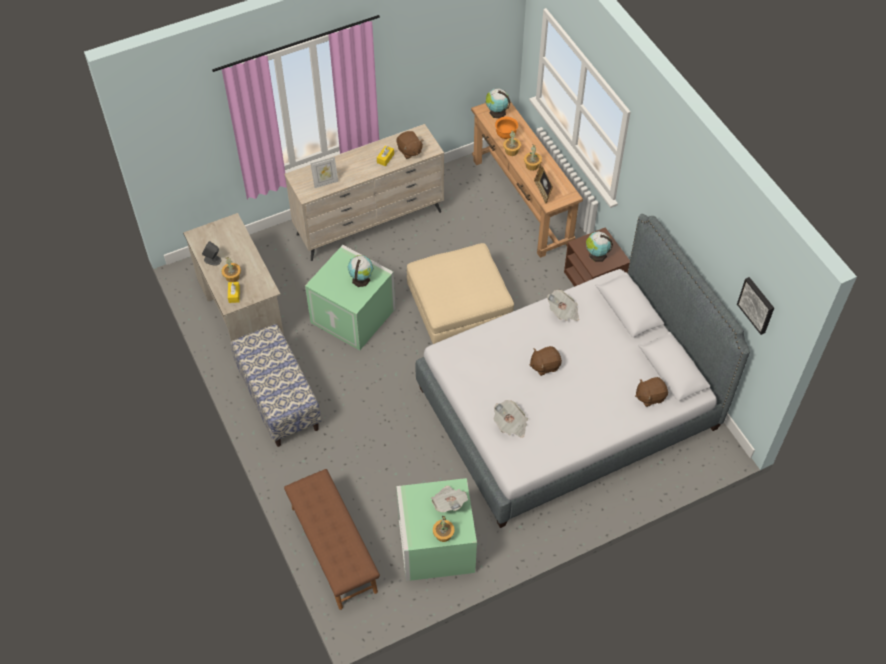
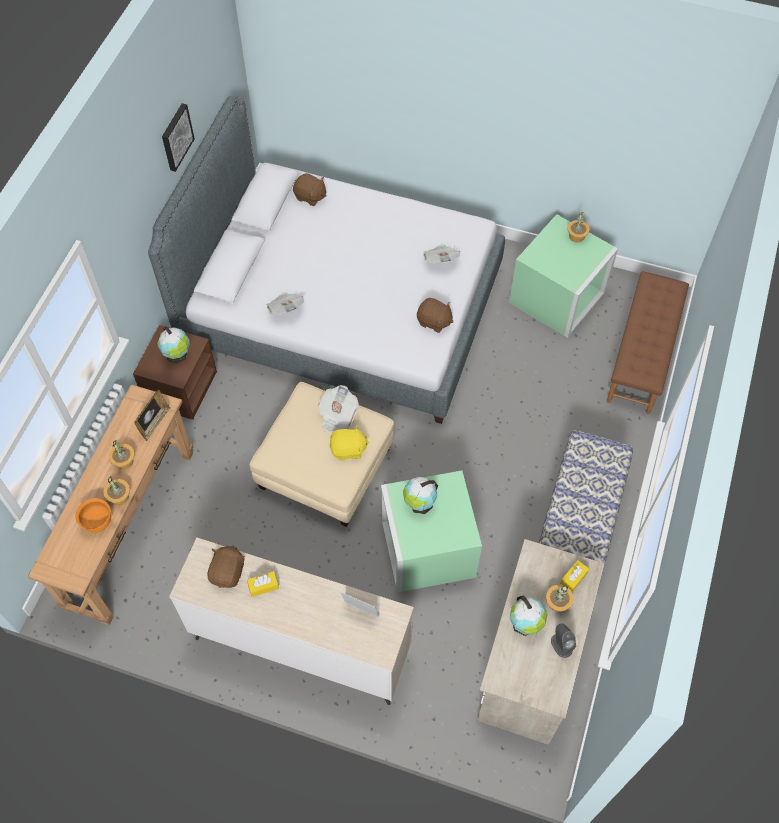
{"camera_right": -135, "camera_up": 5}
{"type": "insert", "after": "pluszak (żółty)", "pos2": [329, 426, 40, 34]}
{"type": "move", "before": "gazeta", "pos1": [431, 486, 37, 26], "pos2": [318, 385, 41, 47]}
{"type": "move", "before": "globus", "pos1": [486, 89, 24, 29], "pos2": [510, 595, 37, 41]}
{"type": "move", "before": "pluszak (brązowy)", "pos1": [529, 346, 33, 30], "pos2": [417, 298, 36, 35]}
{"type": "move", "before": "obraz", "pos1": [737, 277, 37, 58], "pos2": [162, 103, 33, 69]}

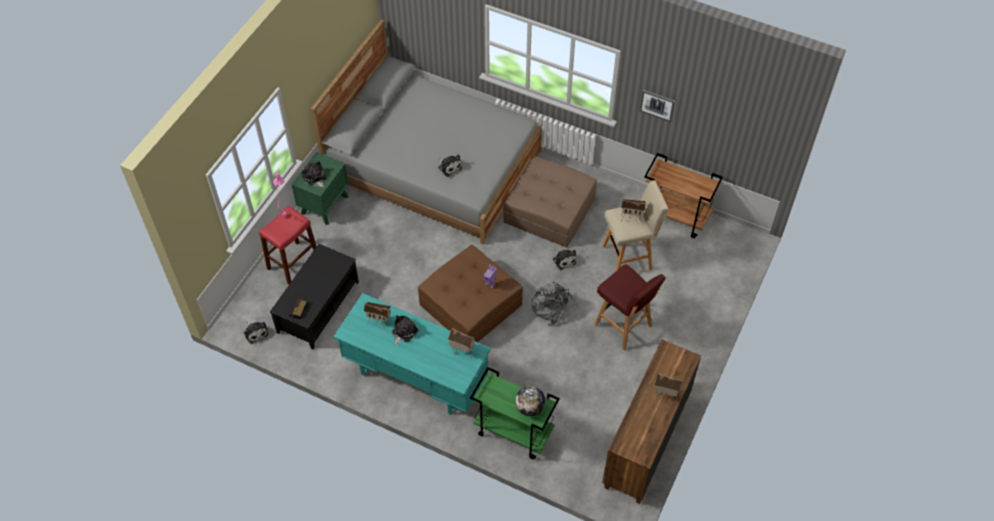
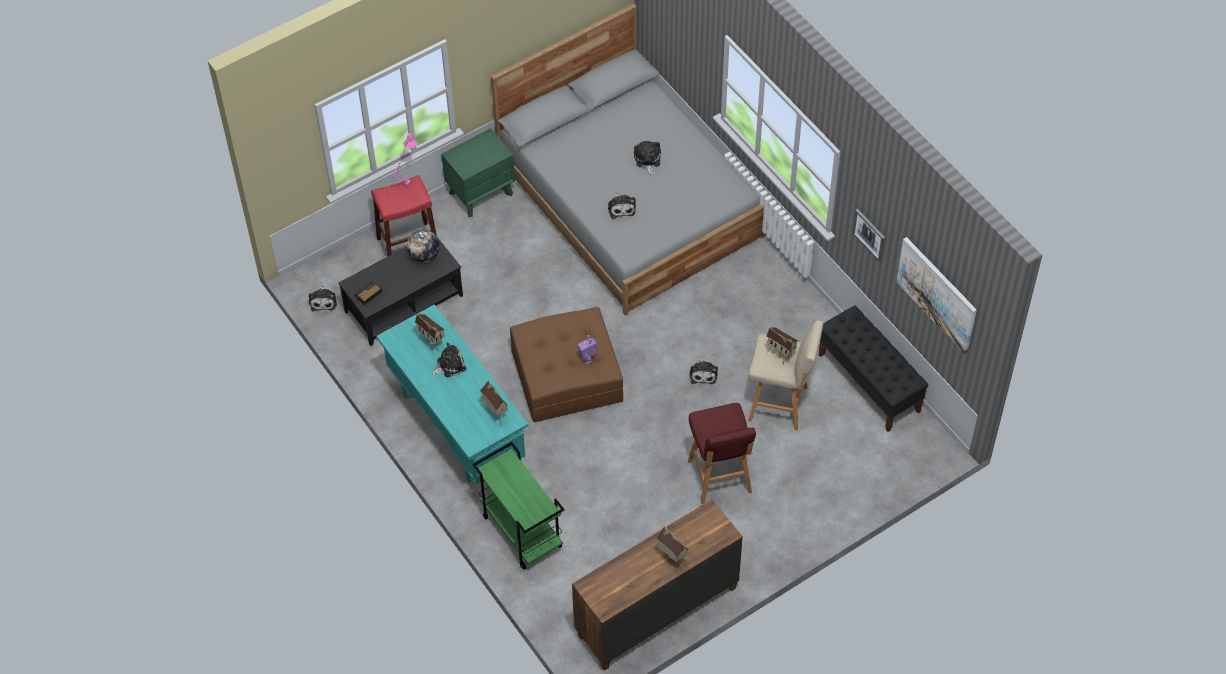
{"camera_right": 30, "camera_up": 0}
{"type": "delete", "before": "pufa (brązowy)", "pos1": [504, 156, 93, 91]}
{"type": "delete", "before": "plecak (szary)", "pos1": [531, 282, 48, 44]}
{"type": "insert", "after": "obraz", "pos2": [896, 237, 81, 117]}
{"type": "move", "before": "pluszak", "pos1": [302, 161, 24, 27], "pos2": [634, 141, 27, 34]}
{"type": "move", "before": "globus", "pos1": [515, 386, 30, 30], "pos2": [407, 230, 33, 33]}
{"type": "replace", "before": "wózek (brązowy)", "after": "ławka (czarny)", "pos1": [644, 153, 79, 85], "pos2": [819, 306, 110, 126]}

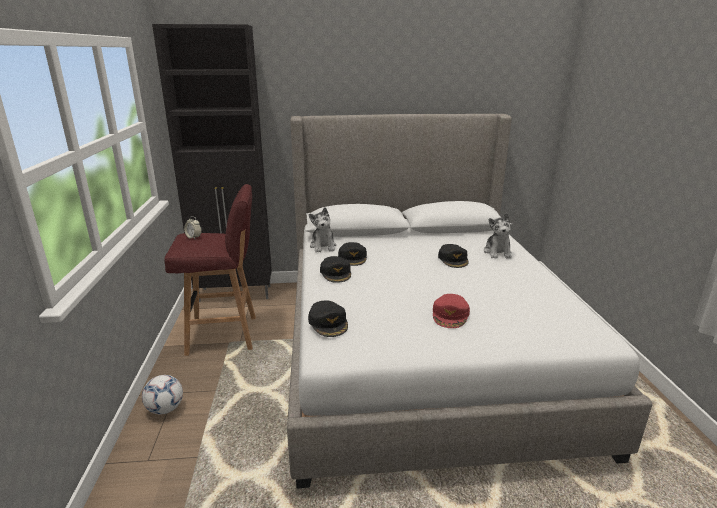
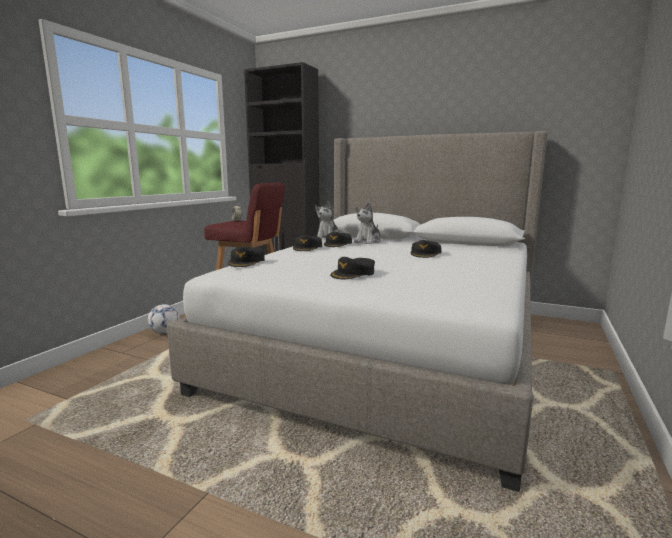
{"camera_right": 30, "camera_up": -10}
{"type": "move", "before": "pluszak", "pos1": [484, 213, 28, 46], "pos2": [354, 203, 27, 41]}
{"type": "recolor", "before": "czapka z daszkiem (czerwony)", "after": "czapka z daszkiem (czarny)", "pos1": [433, 294, 37, 34], "pos2": [330, 257, 45, 22]}

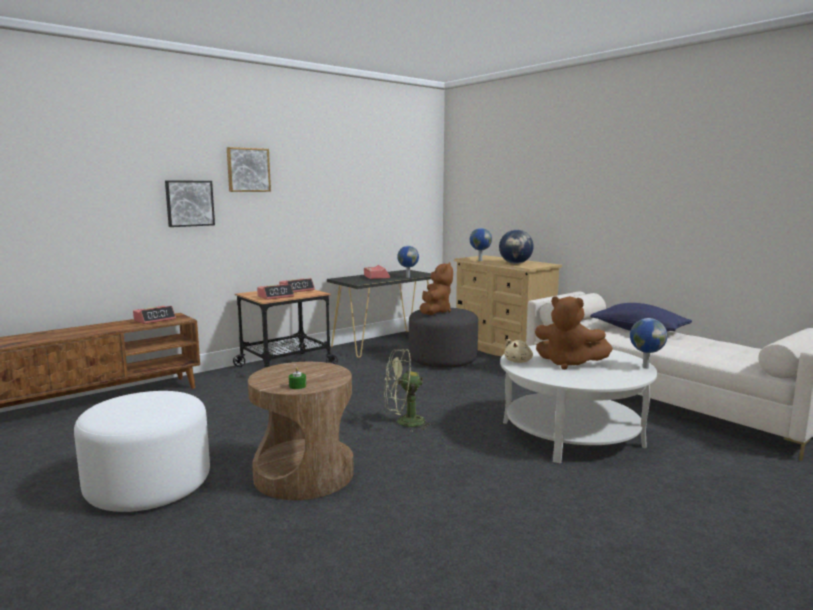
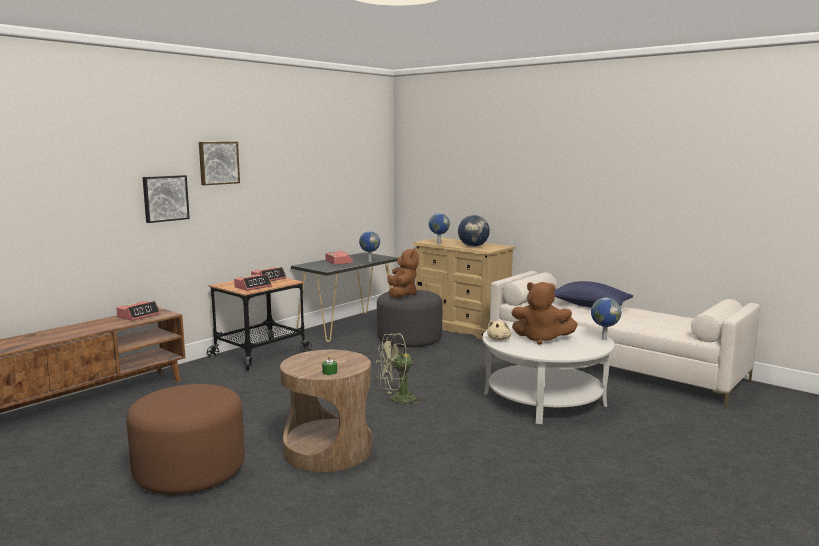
{"camera_right": -10, "camera_up": 0}
{"type": "recolor", "before": "pufa (biały)", "after": "pufa (brązowy)", "pos1": [74, 391, 136, 121], "pos2": [126, 384, 119, 110]}

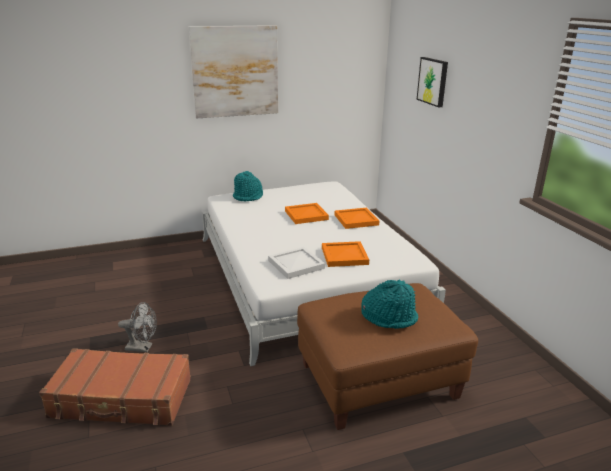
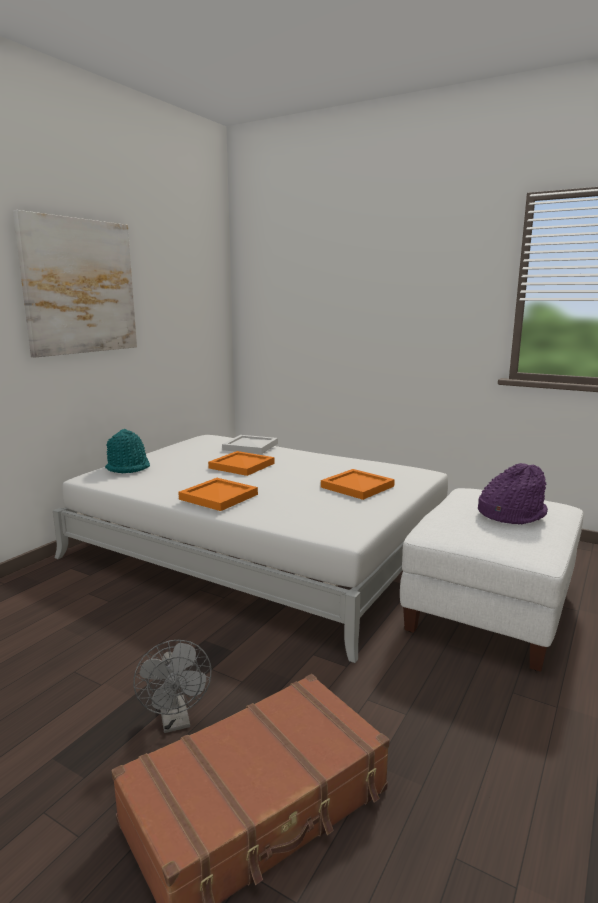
{"camera_right": -40, "camera_up": -10}
{"type": "delete", "before": "obraz", "pos1": [416, 57, 32, 51]}
{"type": "move", "before": "taca (biały)", "pos1": [268, 247, 57, 32], "pos2": [222, 435, 56, 19]}
{"type": "move", "before": "taca (pomarańczowy)", "pos1": [335, 208, 44, 21], "pos2": [178, 478, 80, 33]}
{"type": "recolor", "before": "pufa (brązowy)", "after": "pufa (biały)", "pos1": [297, 283, 181, 147], "pos2": [400, 488, 184, 184]}
{"type": "recolor", "before": "kapelusz (turkusowy)", "after": "kapelusz (fioletowy)", "pos1": [361, 280, 57, 49], "pos2": [478, 463, 70, 62]}
{"type": "rotate", "before": "wentylator (szary)", "pos1": [118, 302, 39, 50], "pos2": [133, 640, 79, 93], "turn": 105}

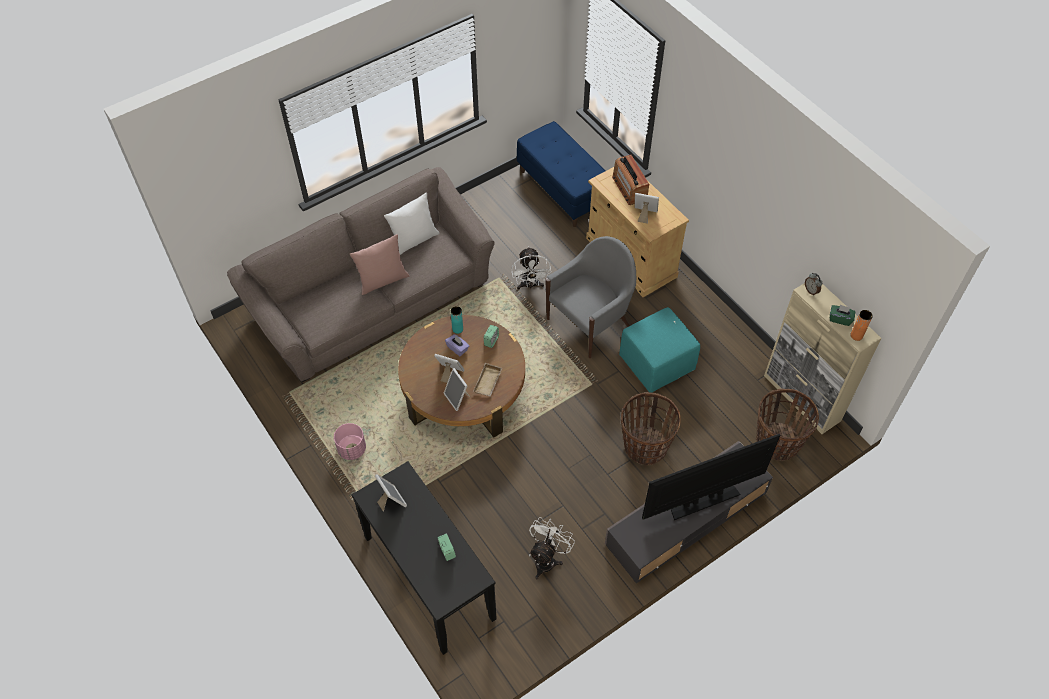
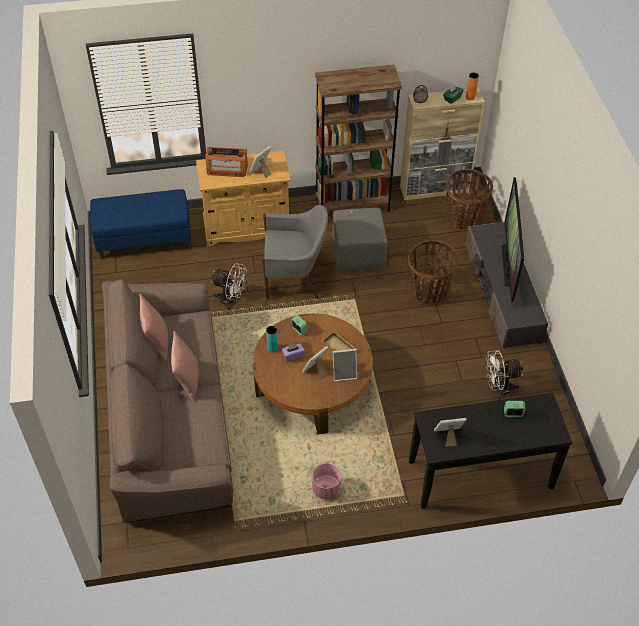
{"camera_right": -65, "camera_up": -5}
{"type": "insert", "after": "regał (brązowy)", "pos2": [315, 65, 87, 147]}
{"type": "recolor", "before": "poduszka (biały)", "after": "poduszka (różowy)", "pos1": [384, 193, 56, 62], "pos2": [139, 294, 29, 66]}
{"type": "recolor", "before": "pufa (turkusowy)", "after": "pufa (szary)", "pos1": [619, 307, 81, 86], "pos2": [333, 208, 54, 63]}
{"type": "rotate", "before": "wentylator (biały)", "pos1": [529, 517, 46, 62], "pos2": [485, 350, 38, 50], "turn": -60}
{"type": "rotate", "before": "fotel (szary)", "pos1": [545, 236, 91, 122], "pos2": [262, 205, 66, 94], "turn": 105}

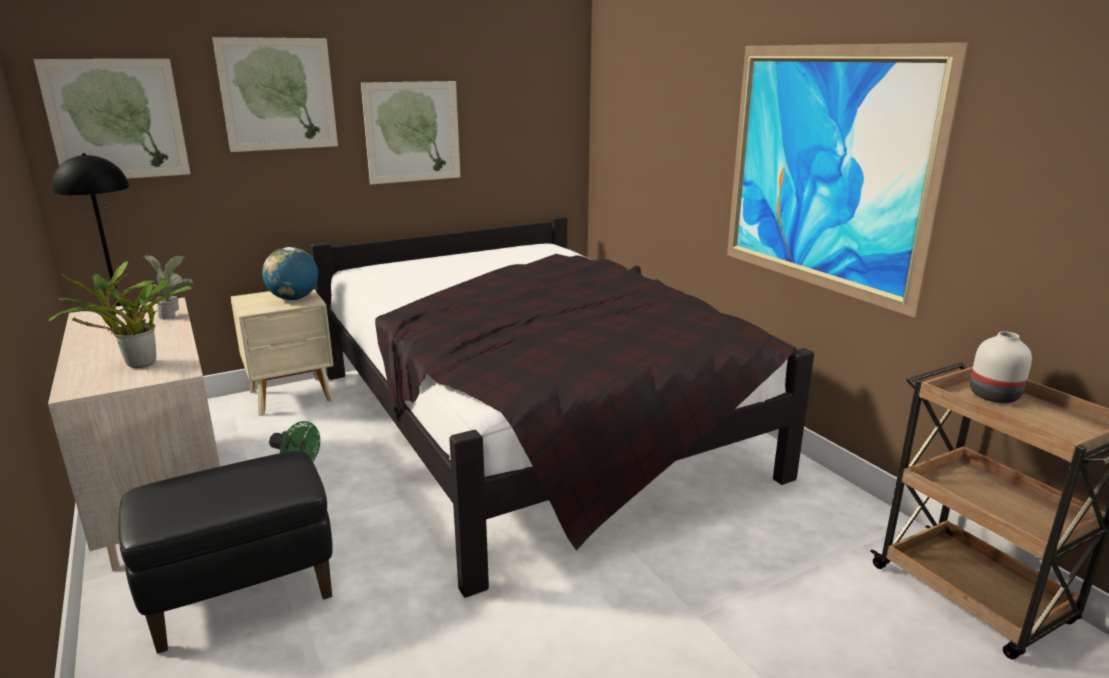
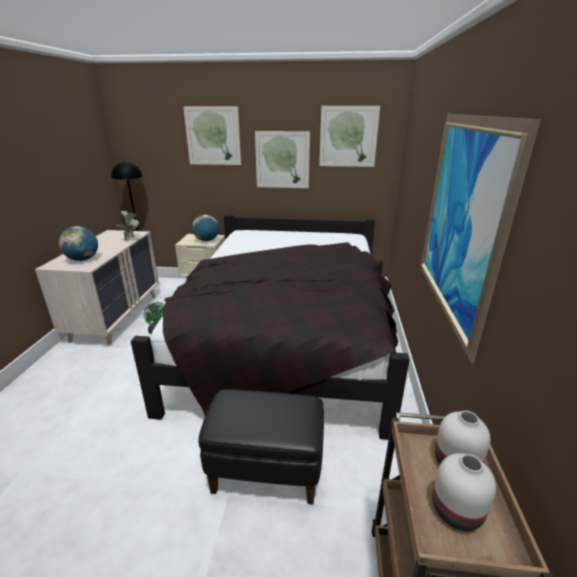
{"camera_right": 35, "camera_up": 5}
{"type": "insert", "after": "wazon (biały)", "pos2": [432, 453, 64, 78]}
{"type": "move", "before": "obraz", "pos1": [34, 59, 156, 120], "pos2": [319, 106, 61, 61]}
{"type": "move", "before": "pufa (czarny)", "pos1": [118, 451, 215, 203], "pos2": [198, 389, 126, 116]}
{"type": "replace", "before": "roślina doniczkowa", "after": "globus", "pos1": [48, 261, 143, 107], "pos2": [59, 226, 39, 35]}

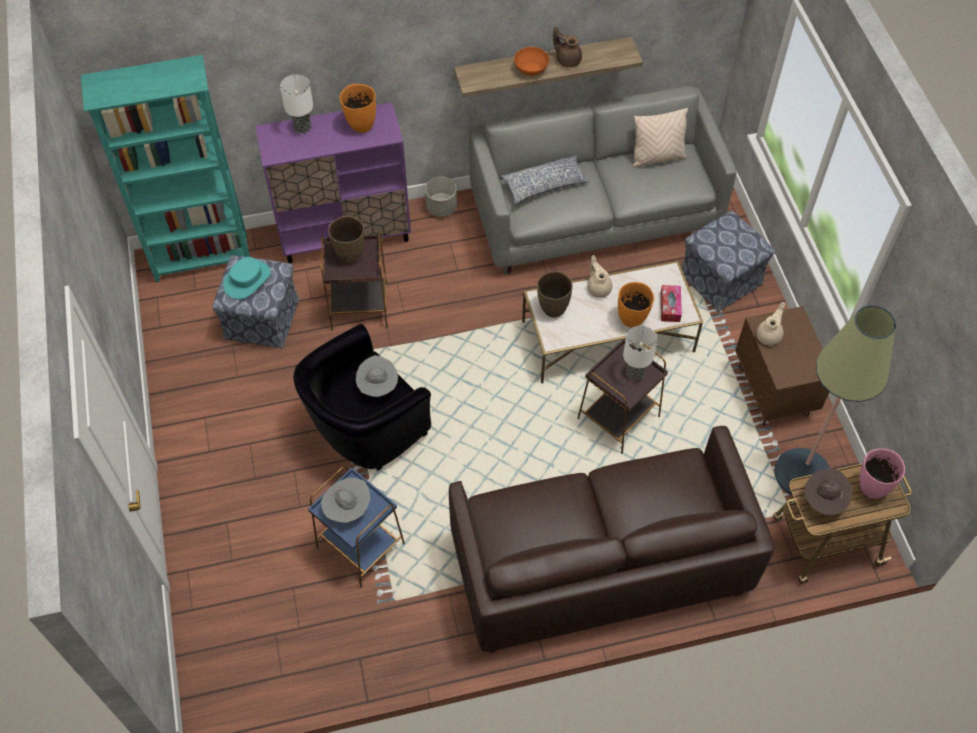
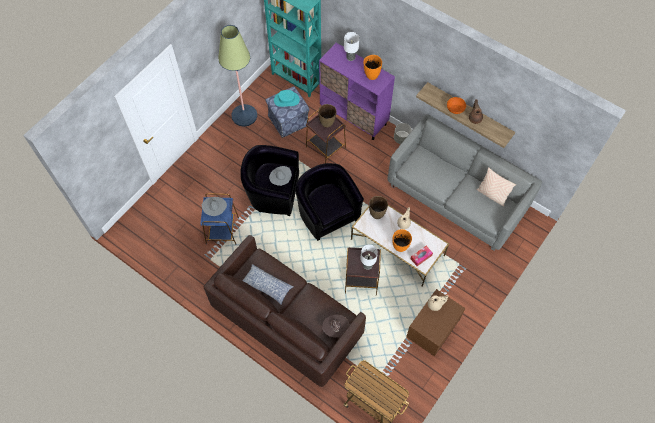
{"camera_right": 50, "camera_up": 5}
{"type": "delete", "before": "pufa", "pos1": [681, 211, 94, 101]}
{"type": "delete", "before": "wazon (różowy)", "pos1": [859, 448, 46, 50]}
{"type": "insert", "after": "fotel (czarny)", "pos2": [295, 163, 69, 78]}
{"type": "move", "before": "poduszka", "pos1": [500, 156, 89, 48], "pos2": [242, 264, 52, 40]}
{"type": "move", "before": "lampa stojąca", "pos1": [775, 305, 121, 191], "pos2": [218, 25, 39, 102]}
{"type": "move", "before": "kapelusz (brązowy)", "pos1": [804, 469, 48, 46], "pos2": [322, 315, 27, 22]}

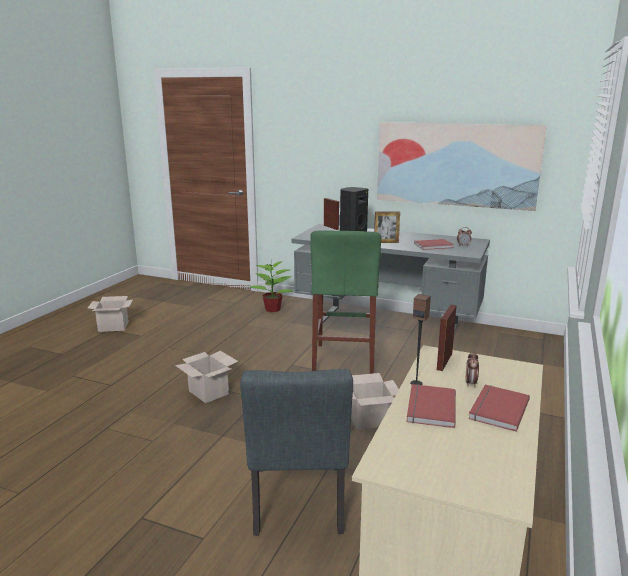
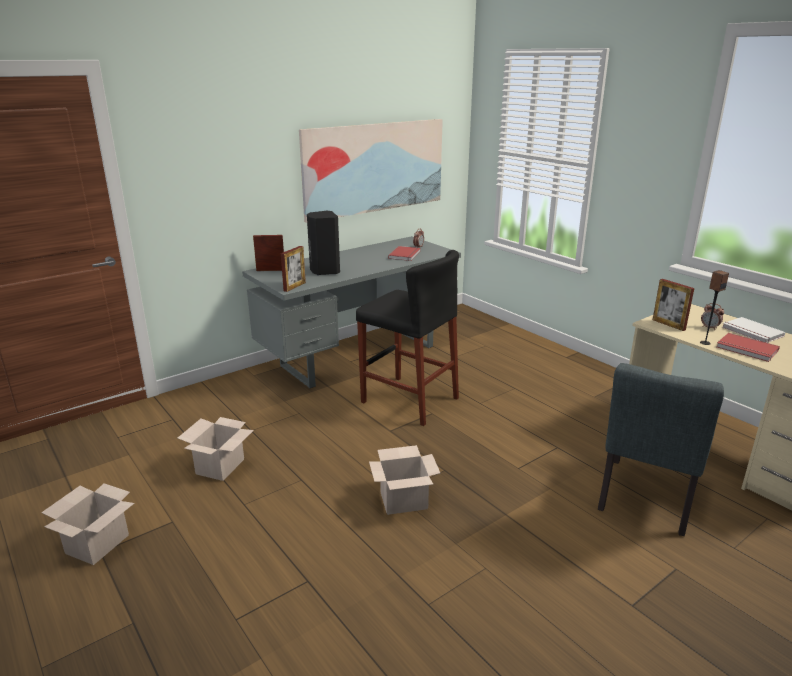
{"camera_right": -60, "camera_up": 5}
{"type": "delete", "before": "roślina doniczkowa", "pos1": [249, 261, 44, 51]}
{"type": "move", "before": "karton", "pos1": [351, 373, 48, 57], "pos2": [178, 417, 76, 64]}
{"type": "move", "before": "ramka na zdjęcie", "pos1": [374, 212, 26, 31], "pos2": [281, 246, 25, 46]}
{"type": "recolor", "before": "stołek (zielony)", "after": "stołek (czarny)", "pos1": [311, 230, 71, 144], "pos2": [356, 250, 103, 176]}
{"type": "recolor", "before": "książka (czerwony)", "after": "książka (biały)", "pos1": [468, 385, 62, 47], "pos2": [722, 317, 63, 26]}
{"type": "rotate", "before": "krzesło (szary)", "pos1": [240, 369, 113, 167], "pos2": [598, 363, 126, 173], "turn": 90}

